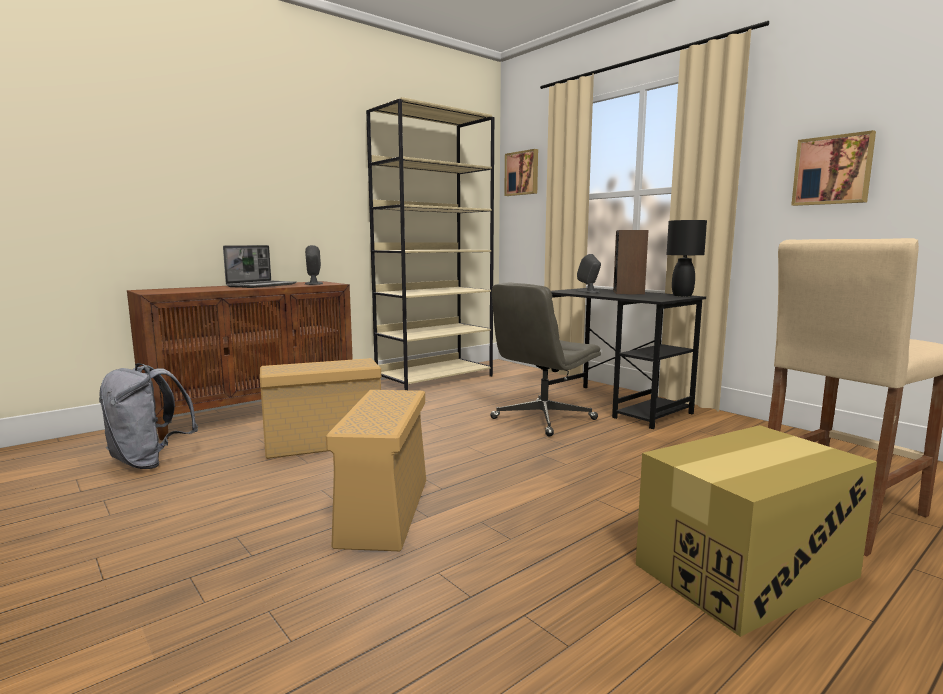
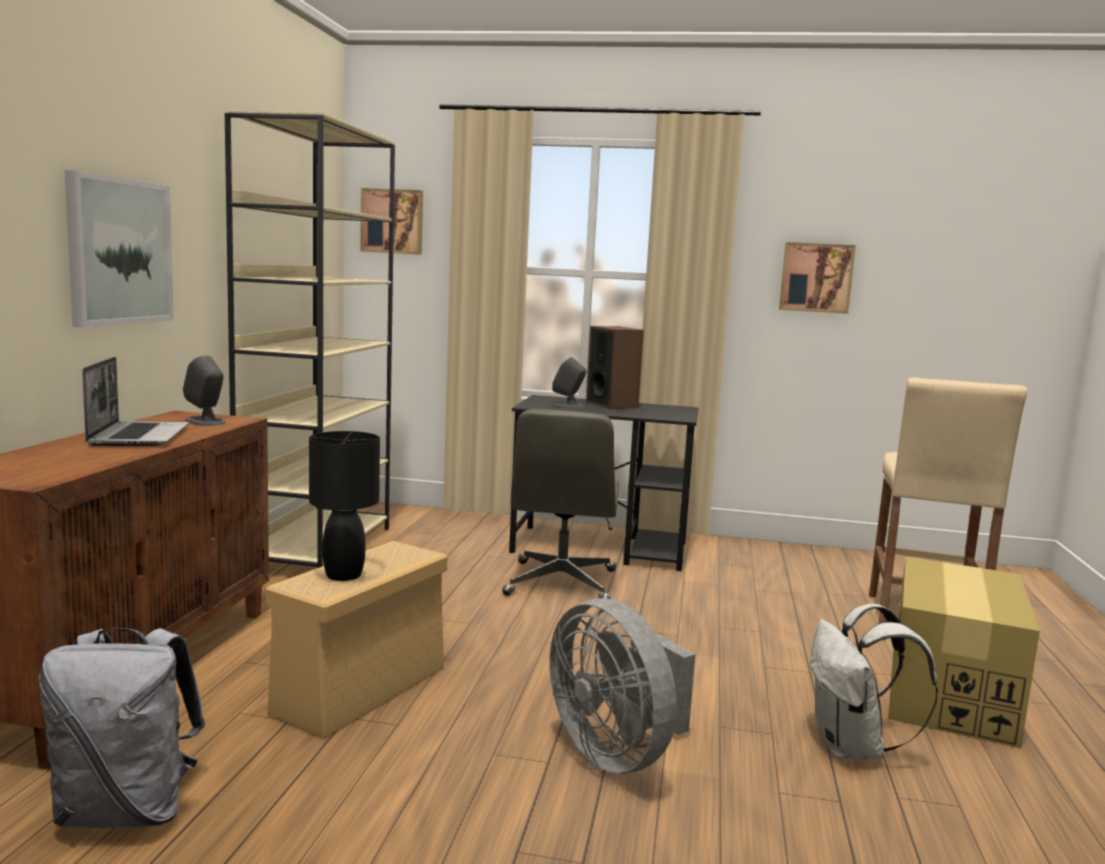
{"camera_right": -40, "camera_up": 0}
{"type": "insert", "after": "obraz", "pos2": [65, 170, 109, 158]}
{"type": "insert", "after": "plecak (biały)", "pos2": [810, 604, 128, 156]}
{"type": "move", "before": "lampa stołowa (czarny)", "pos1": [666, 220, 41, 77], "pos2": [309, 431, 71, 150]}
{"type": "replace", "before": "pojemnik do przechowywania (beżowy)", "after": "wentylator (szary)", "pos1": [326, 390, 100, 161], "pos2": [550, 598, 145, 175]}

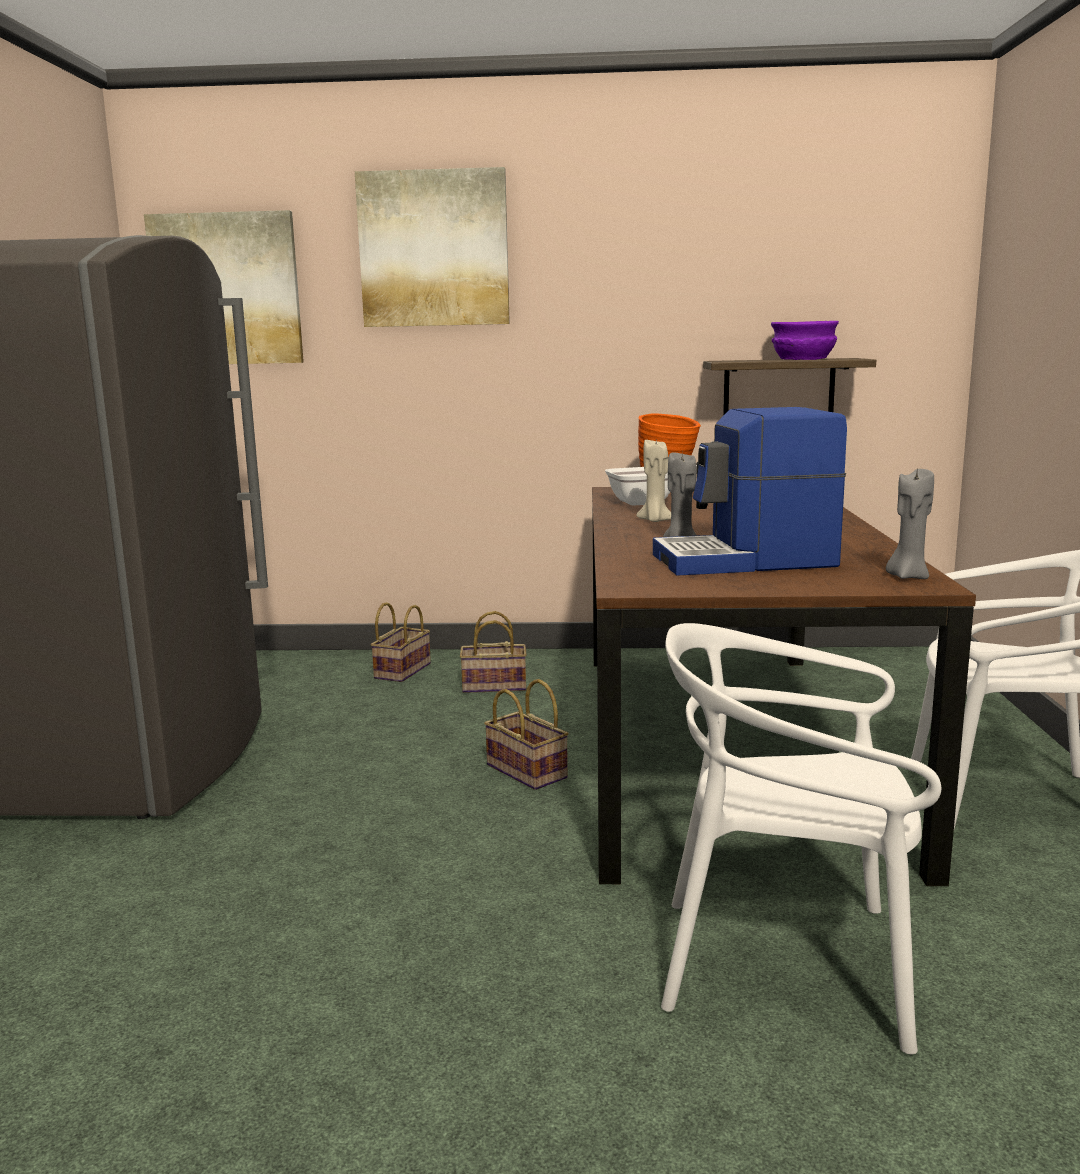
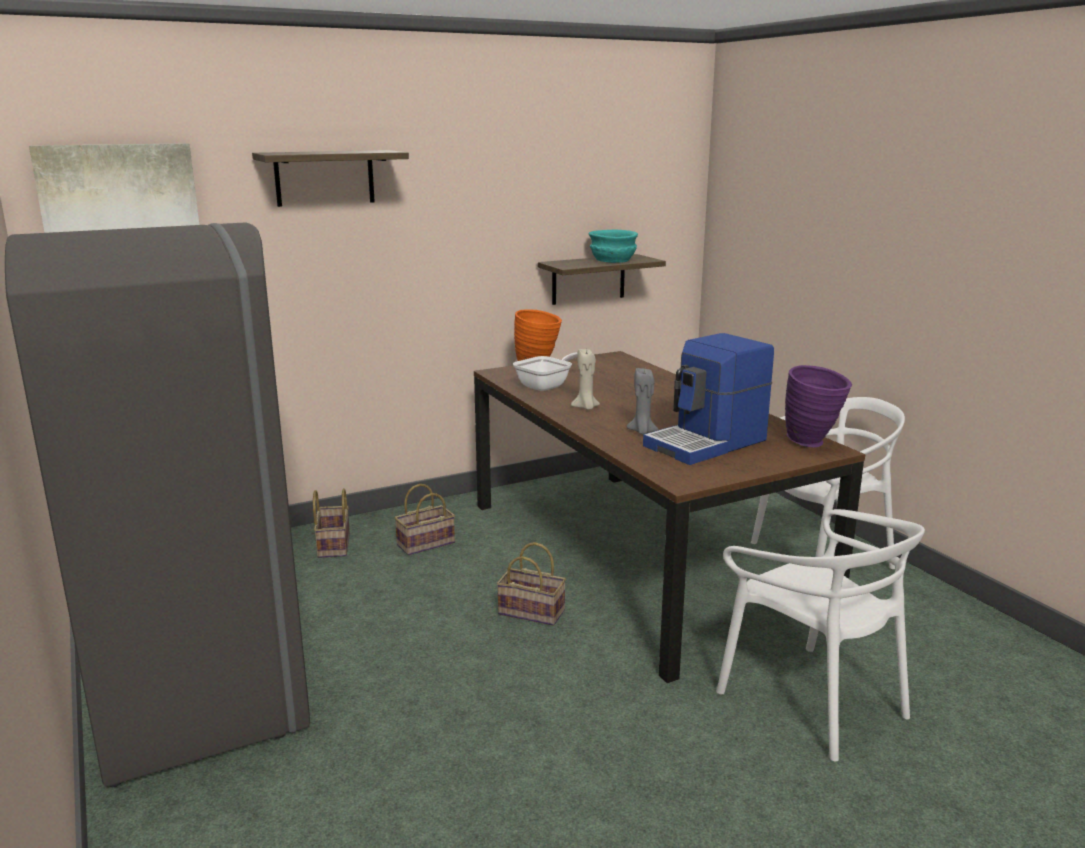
{"camera_right": -30, "camera_up": 5}
{"type": "replace", "before": "obraz", "after": "półka", "pos1": [355, 167, 155, 160], "pos2": [252, 150, 157, 57]}
{"type": "replace", "before": "świeca (szary)", "after": "wazon (fioletowy)", "pos1": [886, 469, 48, 110], "pos2": [785, 365, 67, 82]}
{"type": "recolor", "before": "miska (fioletowy)", "after": "miska (turkusowy)", "pos1": [771, 321, 68, 39], "pos2": [589, 230, 49, 33]}
{"type": "rotate", "before": "krzesło (biały)", "pos1": [661, 623, 280, 431], "pos2": [716, 509, 209, 252], "turn": -105}

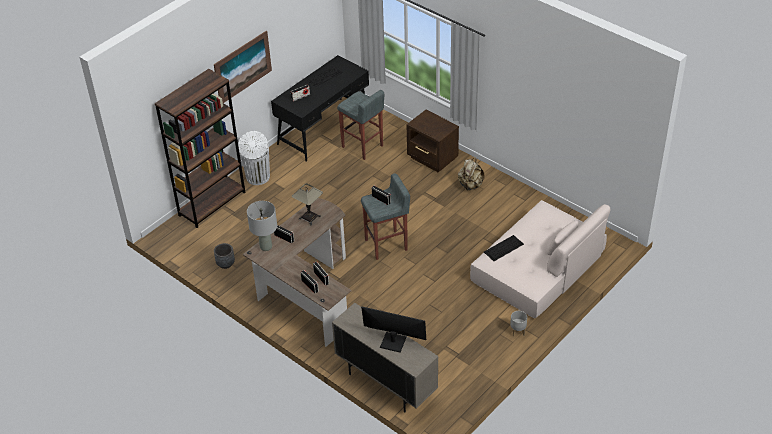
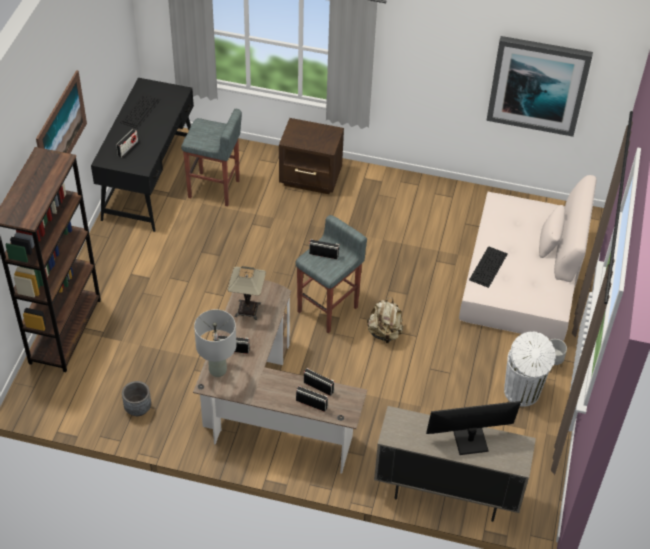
{"camera_right": -30, "camera_up": 5}
{"type": "insert", "after": "obraz", "pos2": [486, 36, 107, 101]}
{"type": "move", "before": "kosz na śmieci (biały)", "pos1": [238, 131, 32, 54], "pos2": [504, 331, 52, 76]}
{"type": "move", "before": "plecak (beżowy)", "pos1": [458, 158, 27, 33], "pos2": [367, 298, 37, 46]}

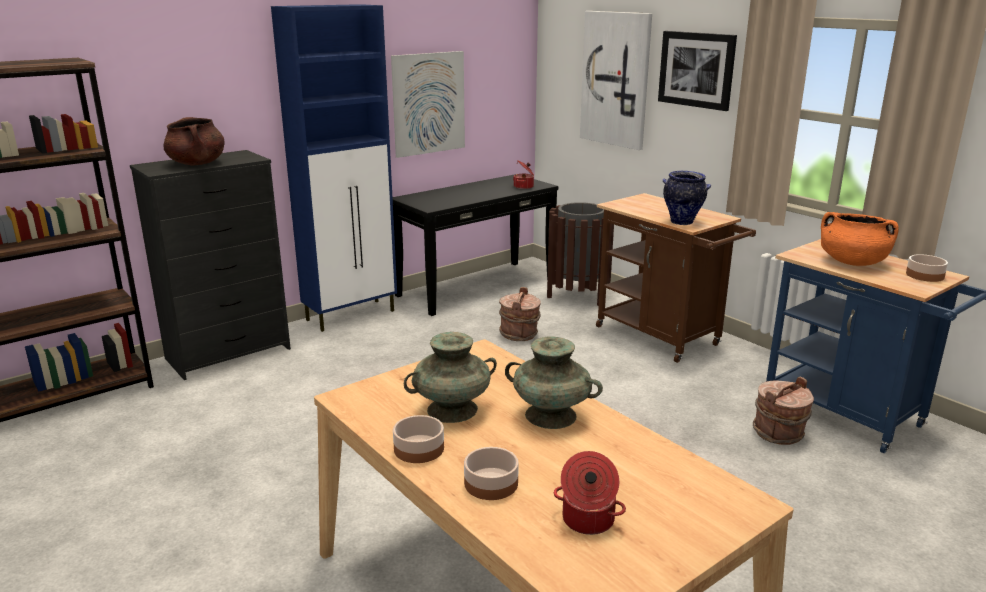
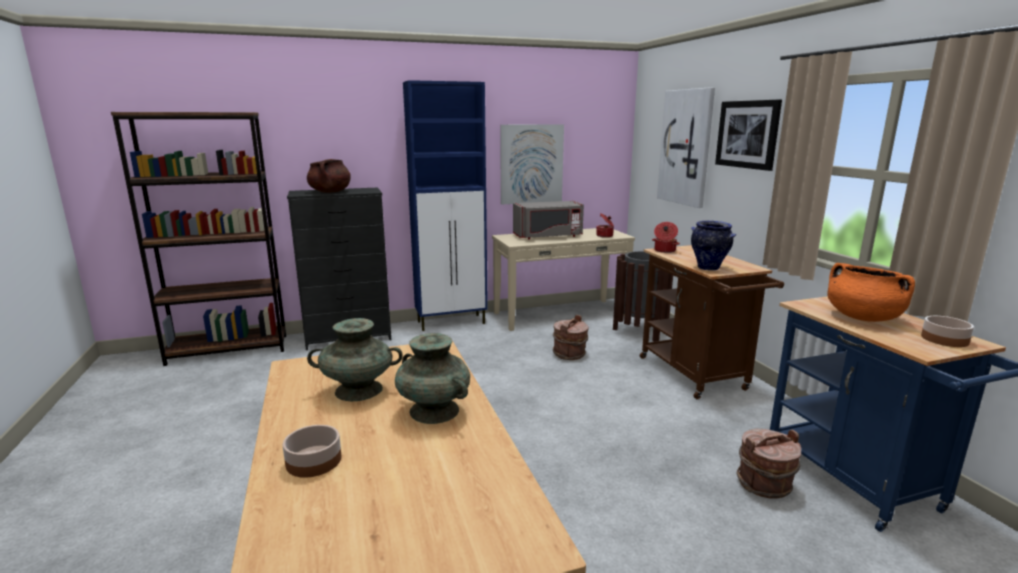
{"camera_right": 20, "camera_up": -5}
{"type": "delete", "before": "miska", "pos1": [393, 415, 51, 48]}
{"type": "insert", "after": "mikrofalówka (szary)", "pos2": [513, 201, 71, 38]}
{"type": "move", "before": "garnek", "pos1": [554, 451, 72, 84], "pos2": [652, 222, 28, 31]}
{"type": "recolor", "before": "stolik konsolowy (czarny)", "after": "stolik konsolowy (beżowy)", "pos1": [392, 174, 166, 142], "pos2": [492, 228, 143, 103]}

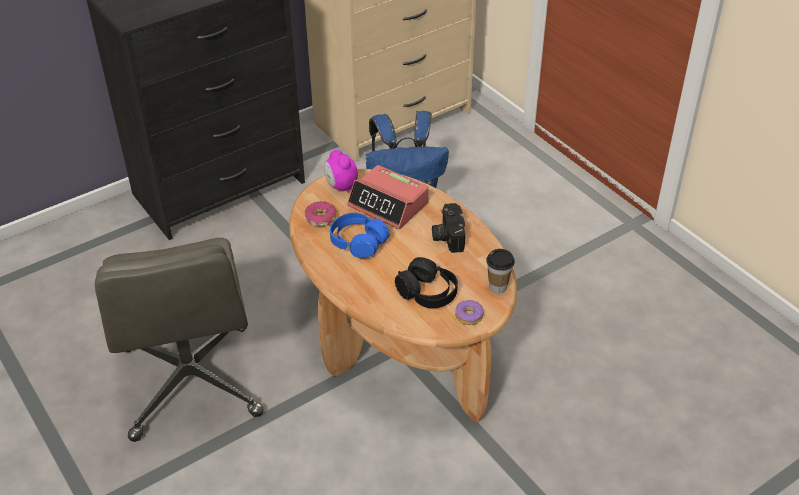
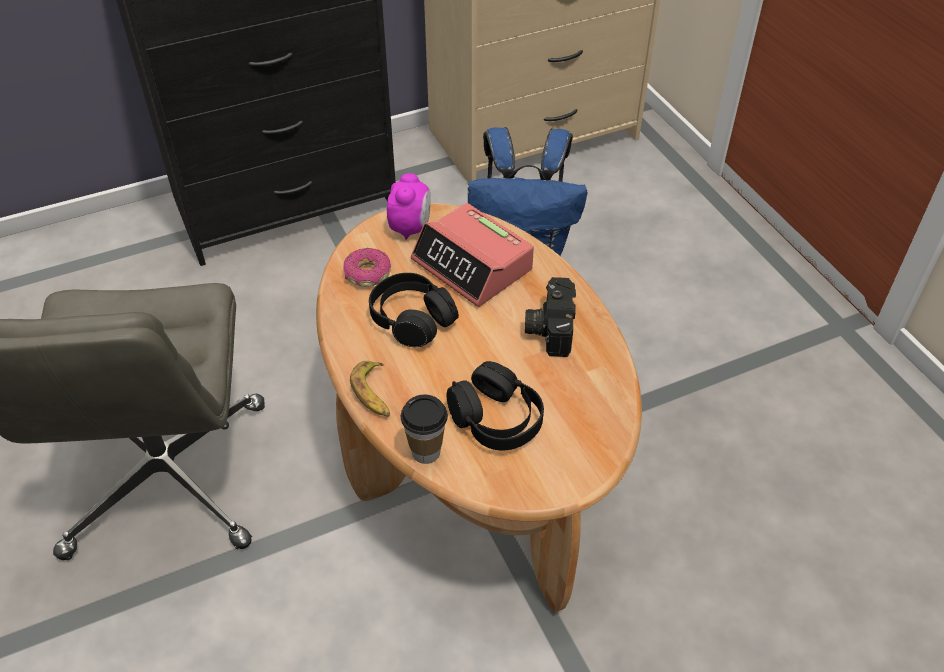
{"camera_right": 10, "camera_up": 5}
{"type": "delete", "before": "donut", "pos1": [455, 300, 29, 25]}
{"type": "insert", "after": "banan", "pos2": [350, 361, 40, 56]}
{"type": "move", "before": "filiżanka", "pos1": [486, 249, 29, 44], "pos2": [401, 394, 47, 70]}
{"type": "recolor", "before": "słuchawki (niebieski)", "after": "słuchawki (czarny)", "pos1": [330, 213, 60, 45], "pos2": [369, 273, 90, 74]}
{"type": "rotate", "before": "budzik", "pos1": [324, 150, 34, 42], "pos2": [387, 173, 43, 67], "turn": -150}

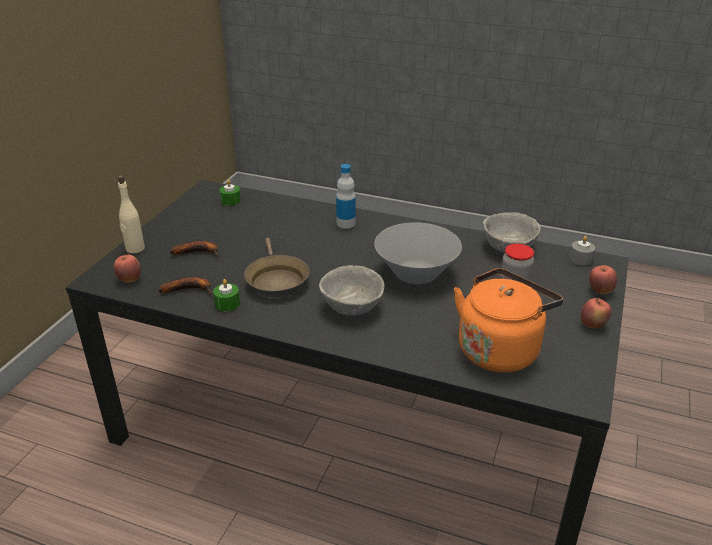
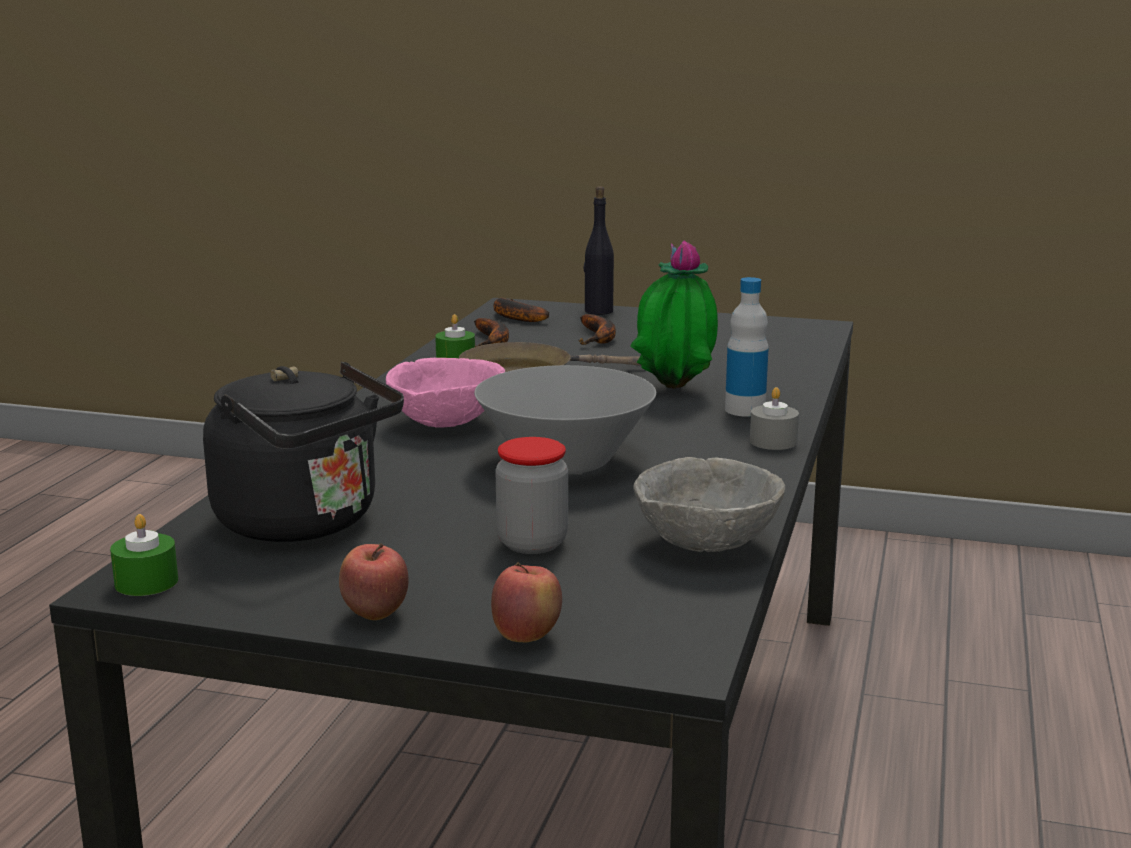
{"camera_right": 85, "camera_up": -15}
{"type": "insert", "after": "roślina doniczkowa", "pos2": [630, 241, 88, 148]}
{"type": "move", "before": "świeca (zielony)", "pos1": [219, 179, 22, 27], "pos2": [110, 514, 68, 82]}
{"type": "move", "before": "świeca (szary)", "pos1": [569, 236, 26, 29], "pos2": [750, 387, 49, 63]}
{"type": "replace", "before": "jabłko", "after": "banan", "pos1": [113, 255, 28, 28], "pos2": [493, 298, 56, 24]}
{"type": "recolor", "before": "butelka (beżowy)", "after": "butelka (czarny)", "pos1": [118, 175, 27, 78], "pos2": [584, 186, 30, 129]}
{"type": "recolor", "before": "miska (szary)", "after": "miska (różowy)", "pos1": [319, 265, 66, 50], "pos2": [386, 358, 119, 69]}
{"type": "recolor", "before": "czajnik (pomarańczowy)", "after": "czajnik (czarny)", "pos1": [454, 268, 109, 104], "pos2": [203, 362, 201, 180]}

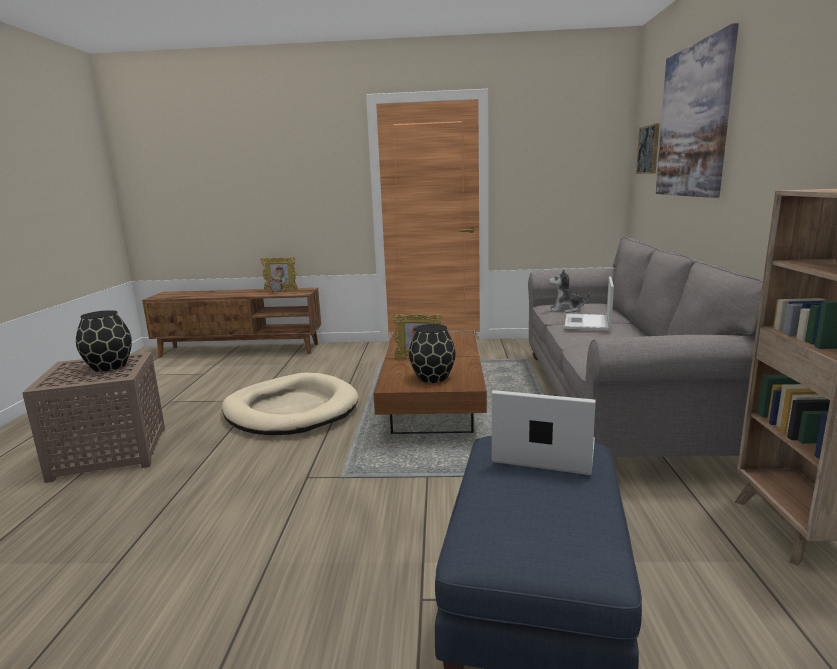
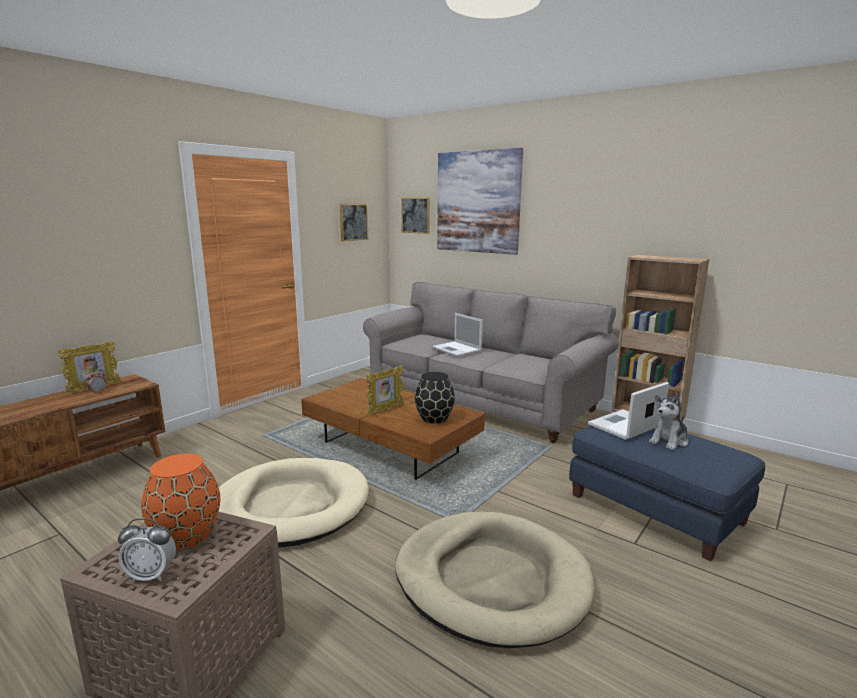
{"camera_right": -55, "camera_up": 0}
{"type": "insert", "after": "budzik", "pos2": [118, 518, 58, 63]}
{"type": "insert", "after": "obraz", "pos2": [340, 204, 28, 37]}
{"type": "insert", "after": "legowisko (beżowy)", "pos2": [395, 512, 200, 136]}
{"type": "move", "before": "pluszak", "pos1": [548, 269, 42, 44], "pos2": [649, 393, 39, 57]}
{"type": "recolor", "before": "wazon (czarny)", "after": "wazon (pomarańczowy)", "pos1": [76, 310, 56, 62], "pos2": [141, 454, 79, 96]}

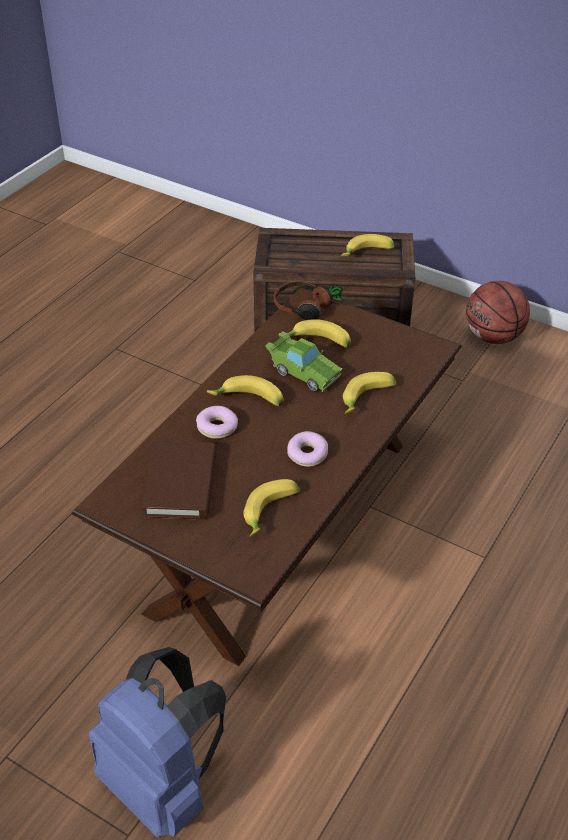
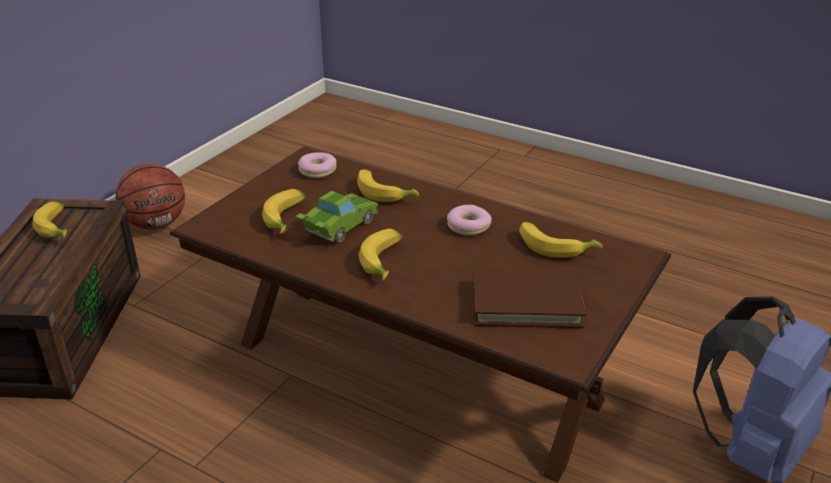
{"camera_right": -90, "camera_up": -10}
{"type": "delete", "before": "słuchawki", "pos1": [274, 281, 62, 39]}
{"type": "move", "before": "donut", "pos1": [196, 406, 42, 33], "pos2": [298, 152, 39, 26]}

